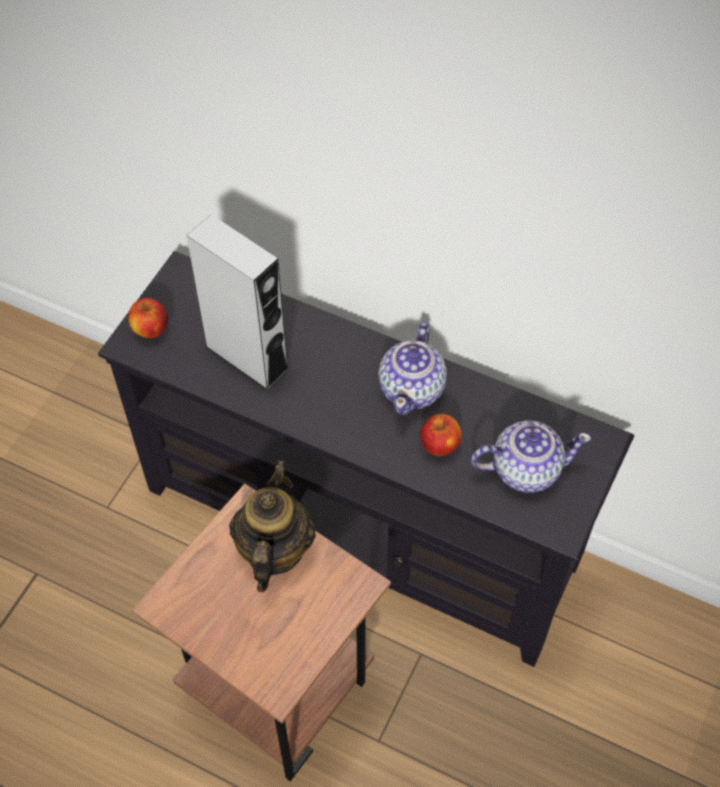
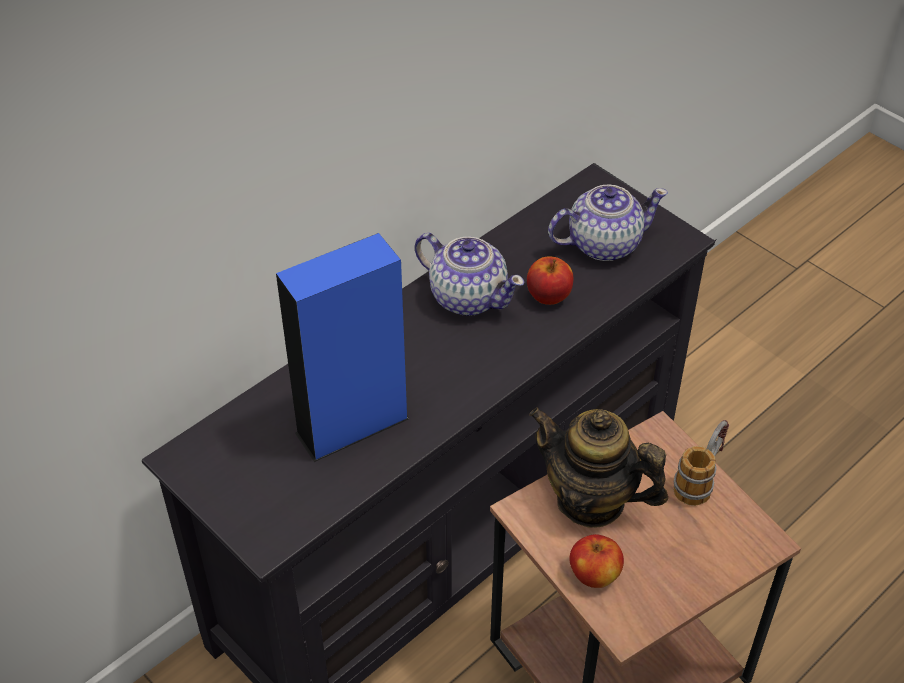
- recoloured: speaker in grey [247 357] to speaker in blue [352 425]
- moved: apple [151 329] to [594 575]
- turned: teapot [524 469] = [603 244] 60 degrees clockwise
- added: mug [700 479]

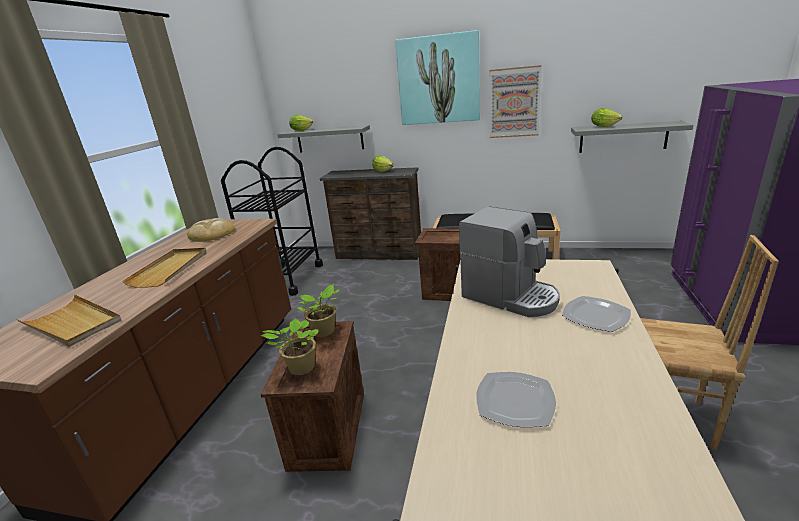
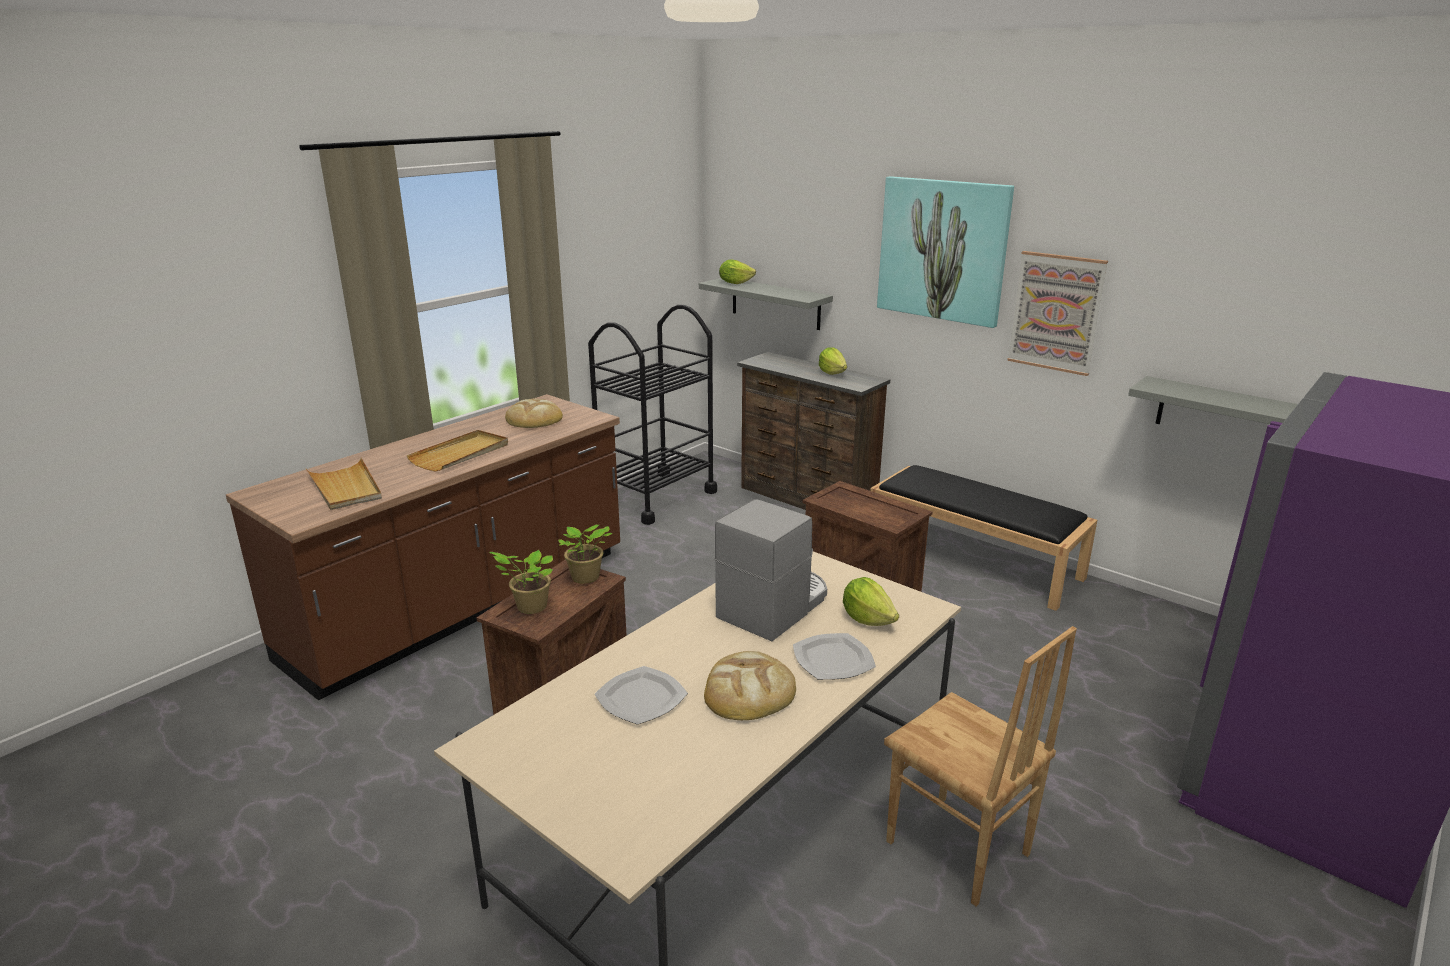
- moved: lettuce [603 126] to [867 619]
- turned: coffee machine [510 297] = [774 606] 120 degrees counterclockwise
- added: bread [749 691]

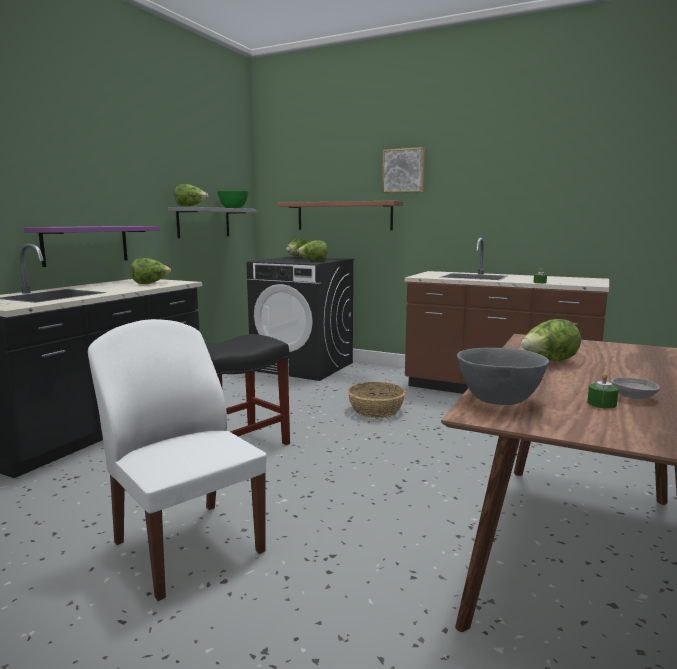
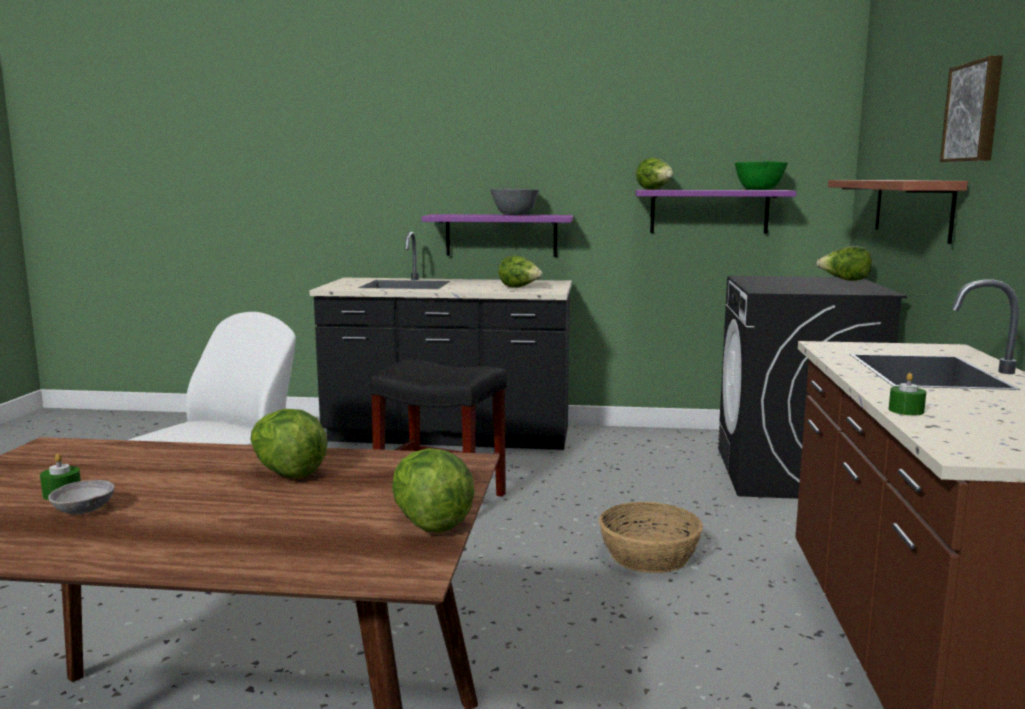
- recoloured: shelf in grey [203 222] to shelf in purple [709 211]
- moved: lettuce [313 260] to [430 522]
- moved: bowl in grey [499 401] to [514 215]

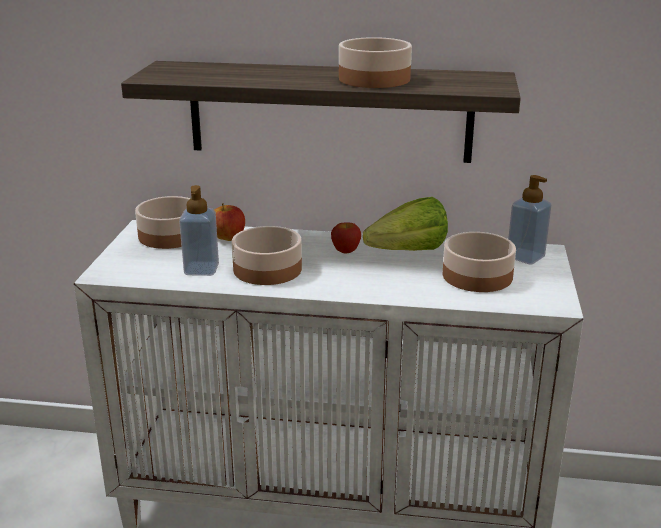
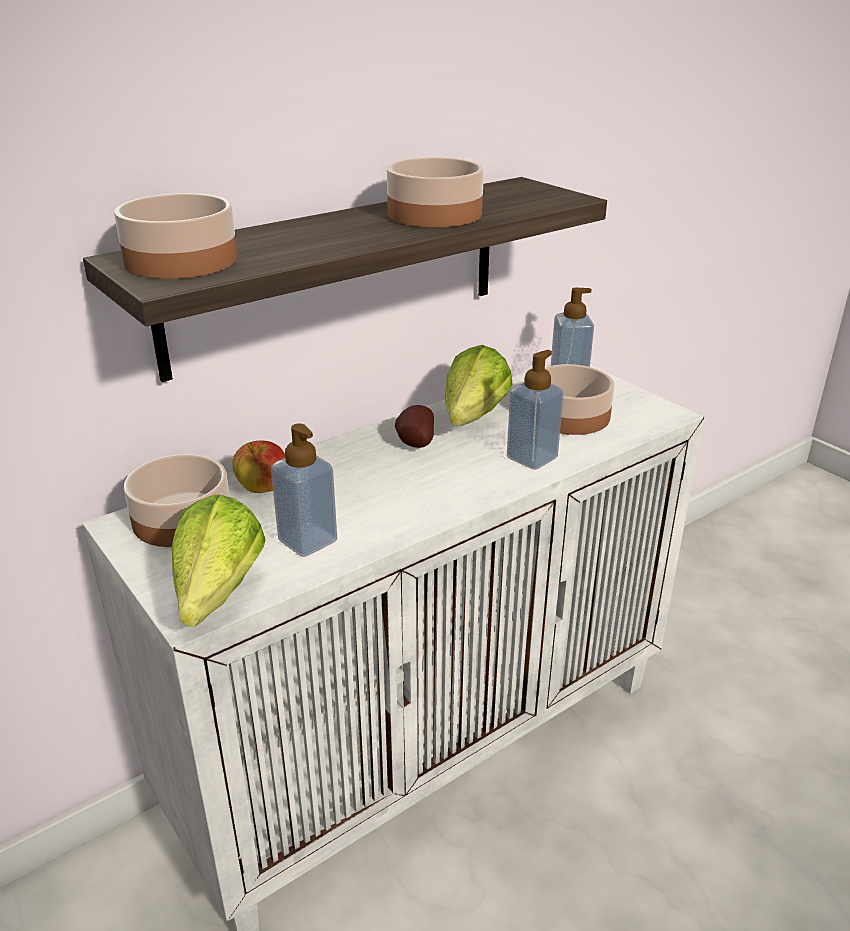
- replaced: apple [346 250] to potato [414 443]
- moved: bowl [266 270] to [180 261]
- added: soap dispenser [532 458]
- added: lettuce [211 603]

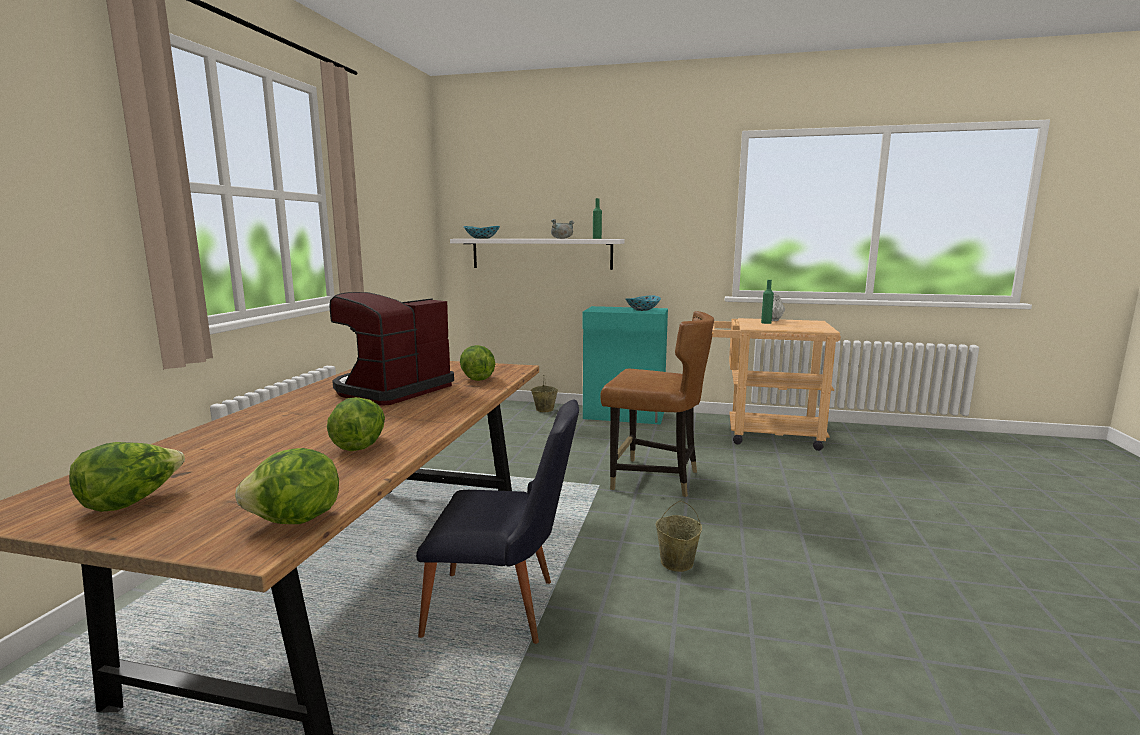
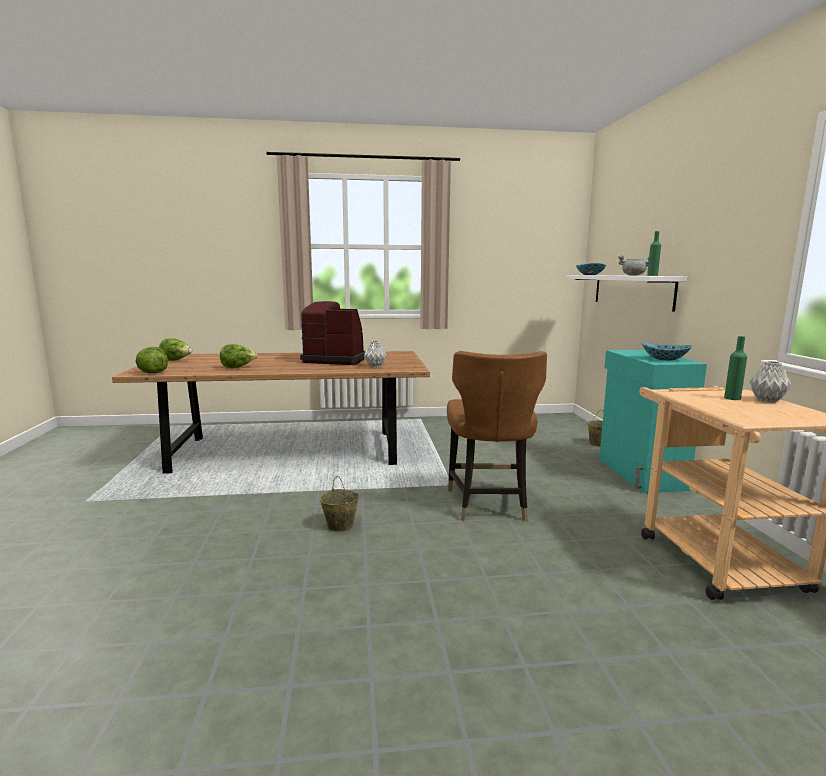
- replaced: lettuce [477 378] to vase in grey [375 366]
- removed: chair in black [504 609]

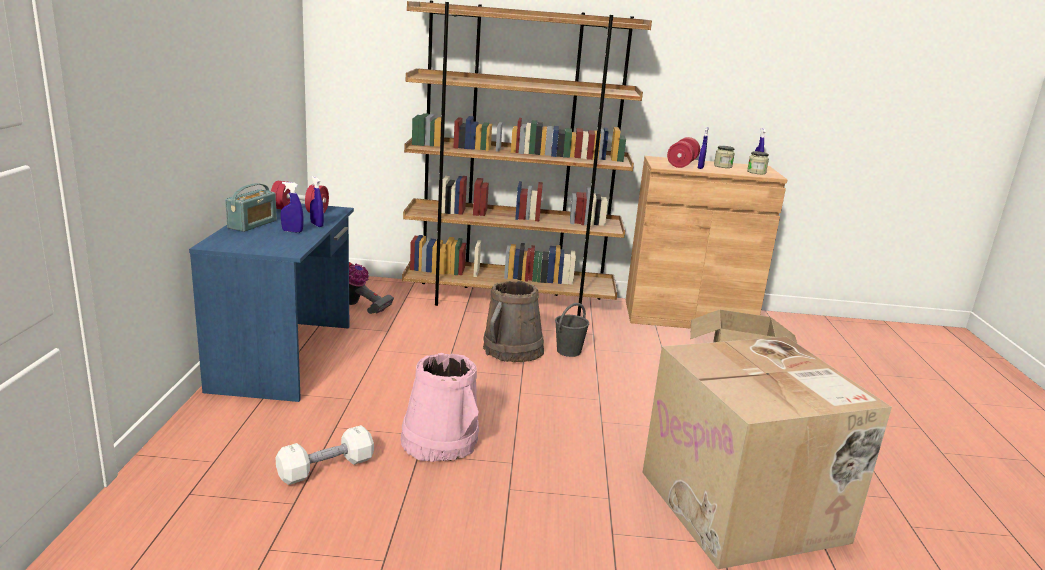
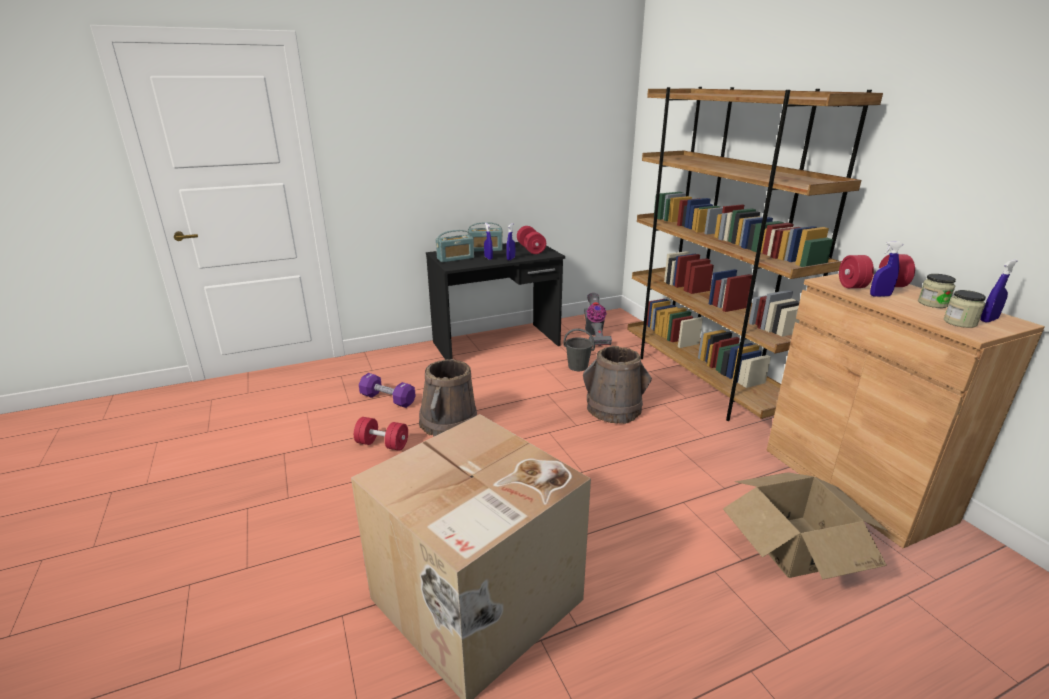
- recoloured: desk in blue [286 356] to desk in black [497 344]
- moved: bucket in grey [568 351] to [577 366]
- recoloured: bucket in pink [440 441] to bucket in brown [448 423]
- recoloured: dumbbell in white [326 468] to dumbbell in purple [388 399]
- added: radio [455 258]
- added: dumbbell in red [382 444]

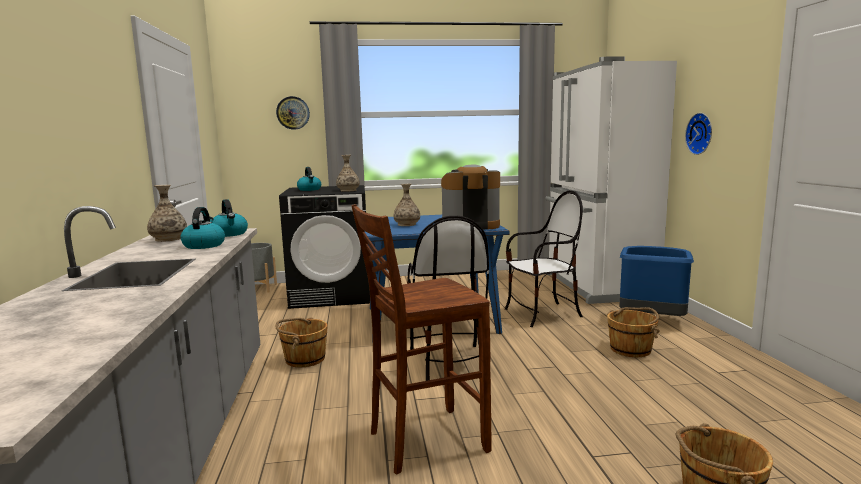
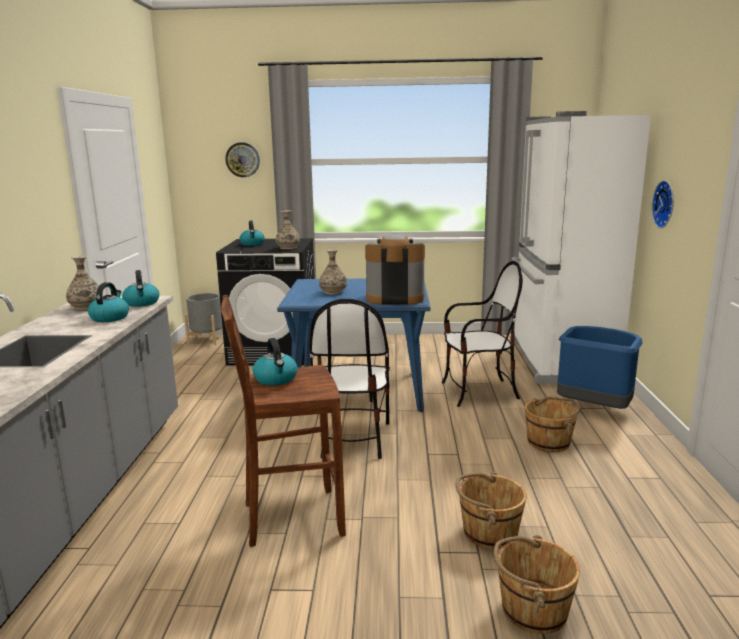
- moved: bucket in brown [304 359] to [488 532]
- added: kettle [276 379]

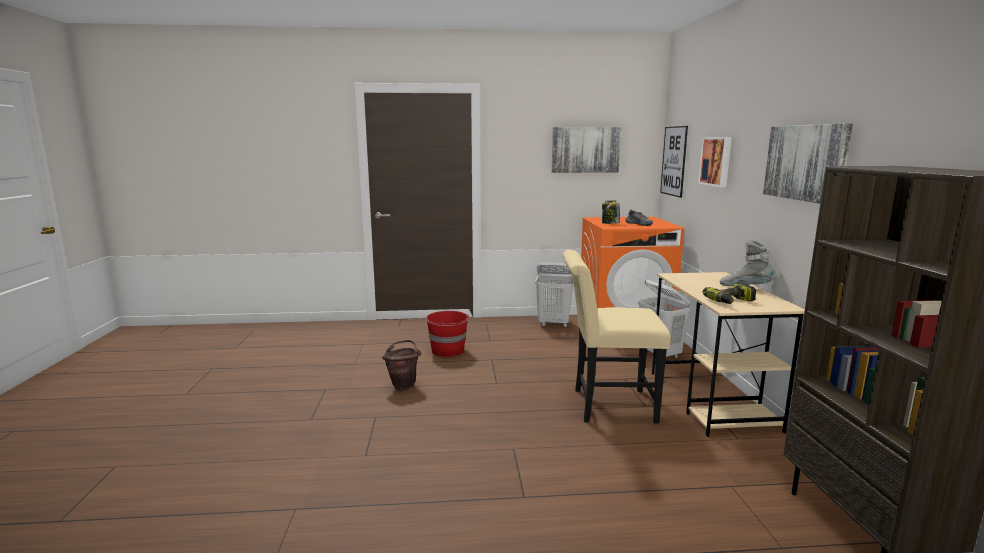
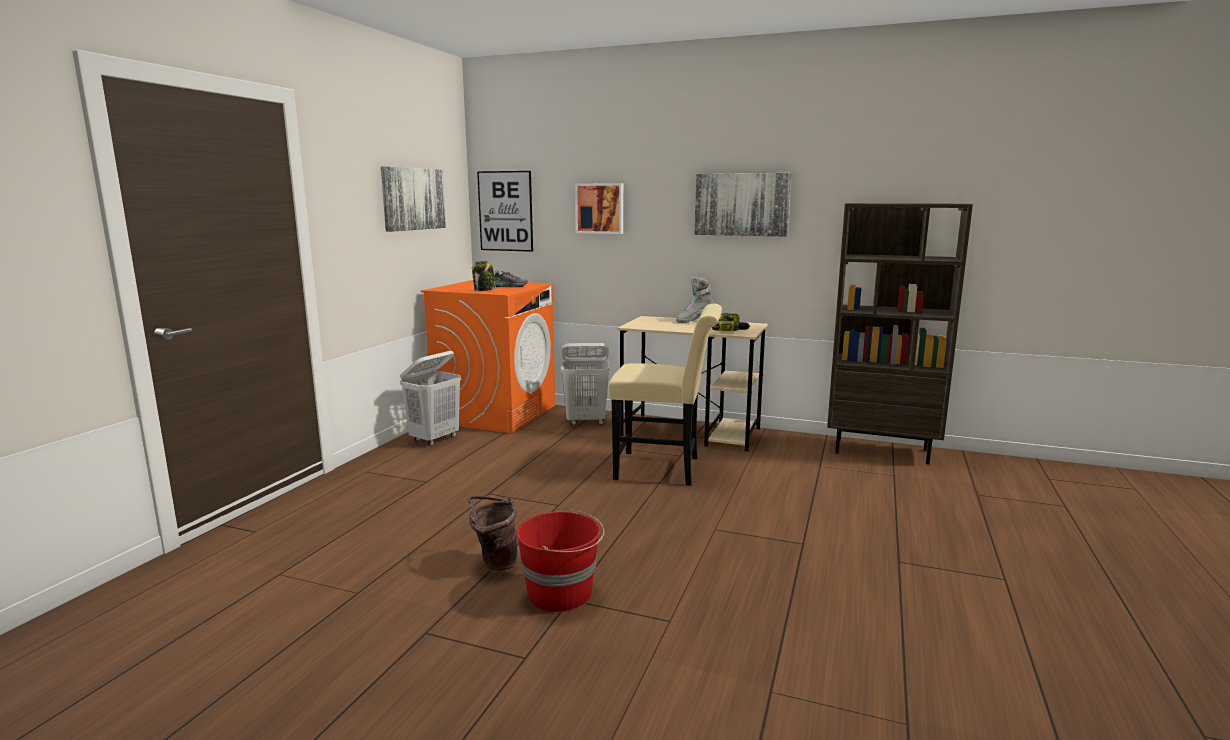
- turned: chair in beige [606 405] = [664 469] 105 degrees counterclockwise
- moved: bucket in red [448 351] to [561 593]

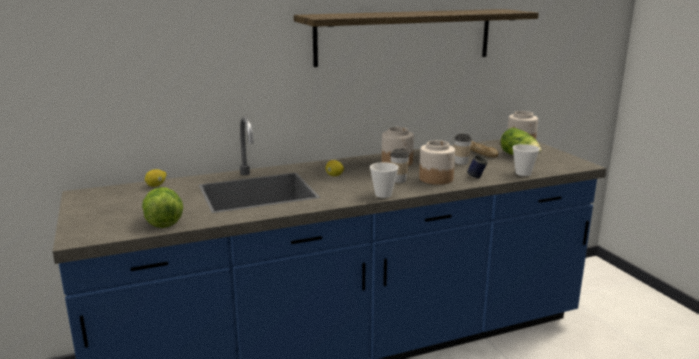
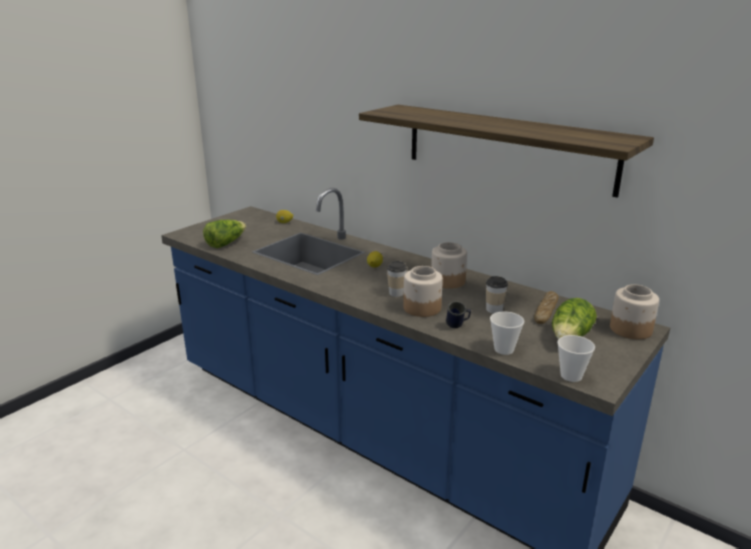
- moved: cup [383 194] to [571 376]

